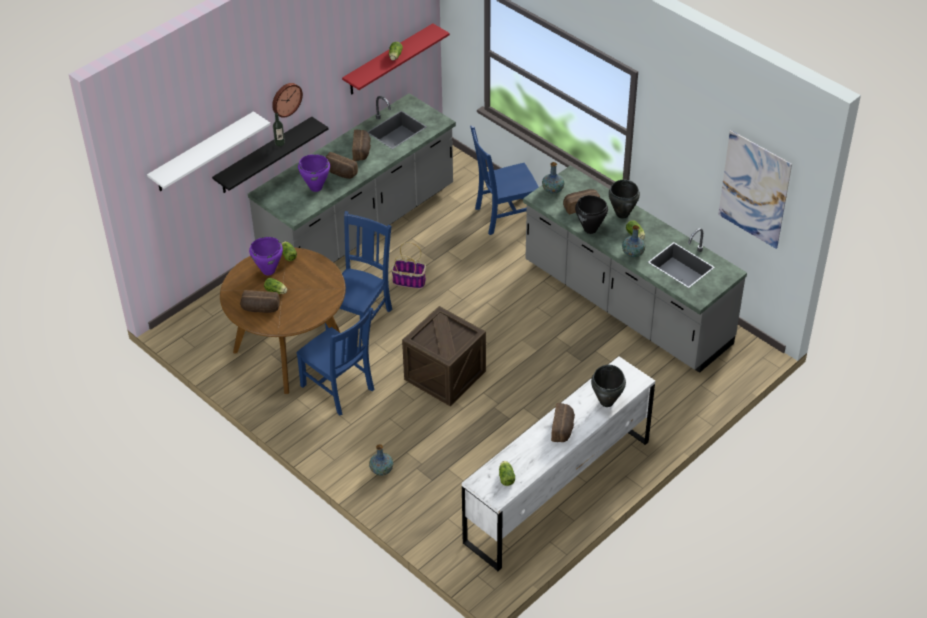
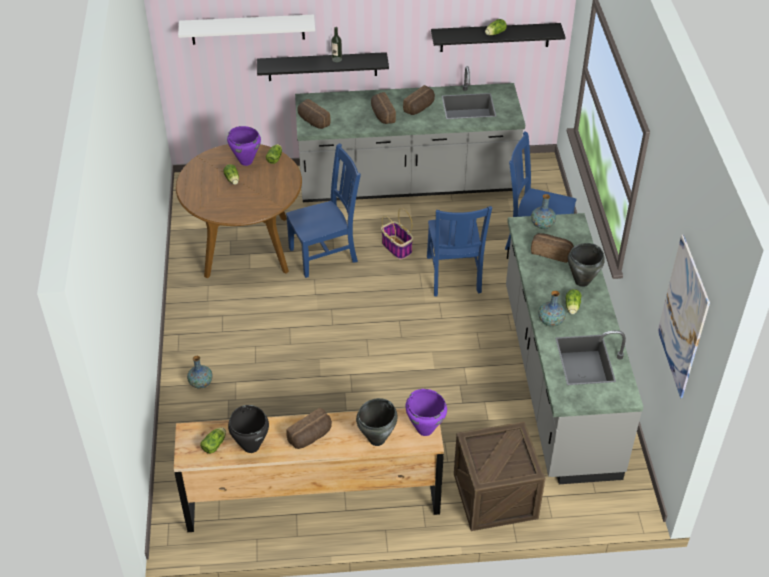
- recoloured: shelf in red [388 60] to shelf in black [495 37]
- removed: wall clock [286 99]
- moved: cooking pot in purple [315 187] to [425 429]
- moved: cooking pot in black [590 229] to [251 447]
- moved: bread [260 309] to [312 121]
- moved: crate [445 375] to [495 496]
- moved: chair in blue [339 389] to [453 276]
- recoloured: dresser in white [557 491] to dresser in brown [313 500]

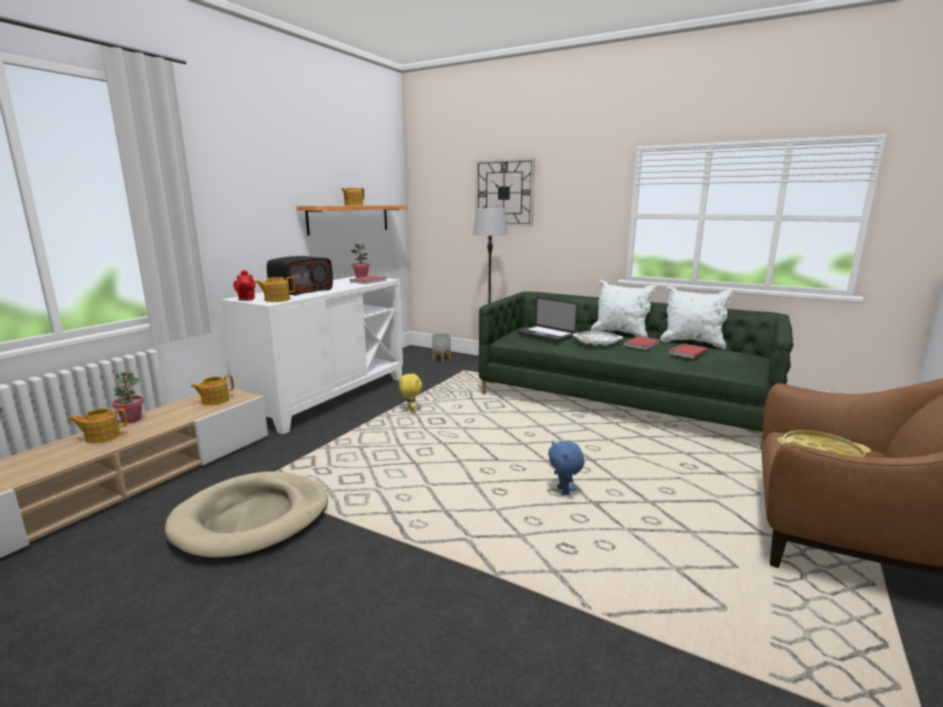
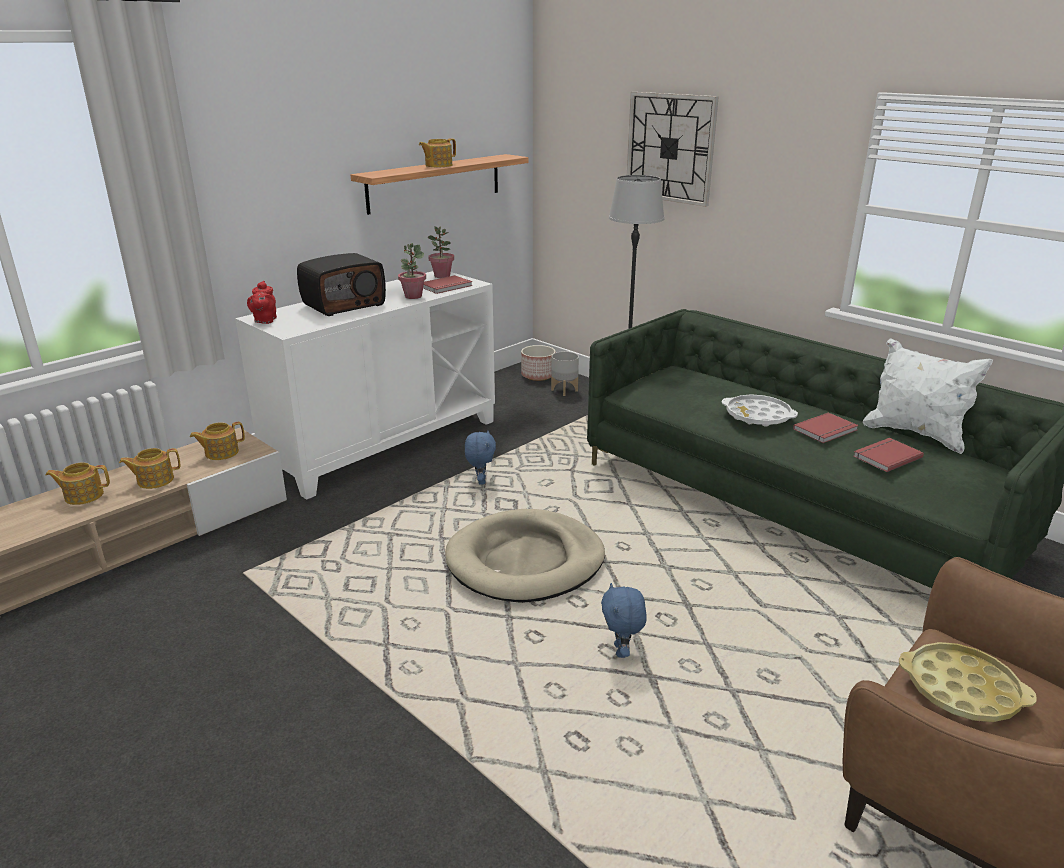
- moved: teapot [276 300] to [154 480]
- removed: pillow in white [620 334]
- removed: laptop [545 335]
- moved: potted plant [131 420] to [413 296]
- recoloured: plush toy in yellow [410 410] to plush toy in blue [480 481]
- moved: dog bed in beige [252 519] to [525 561]
- added: planter [538 375]

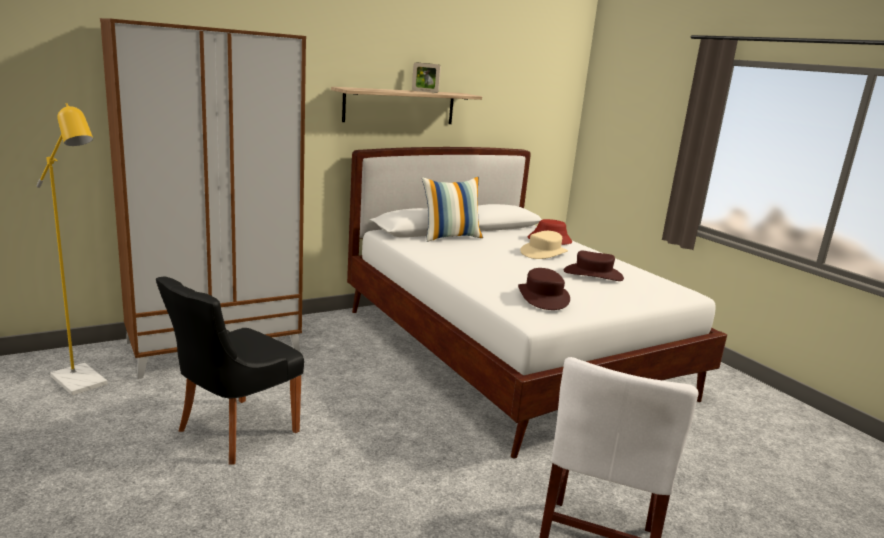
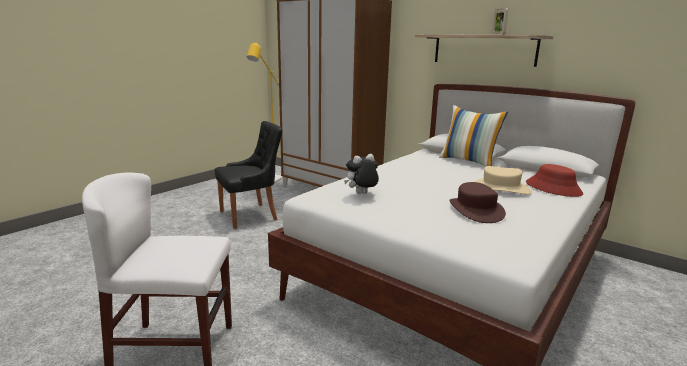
- replaced: hat in brown [543 297] to plush toy [361 194]
- turned: chair in black [234 432] = [251 215] 135 degrees clockwise

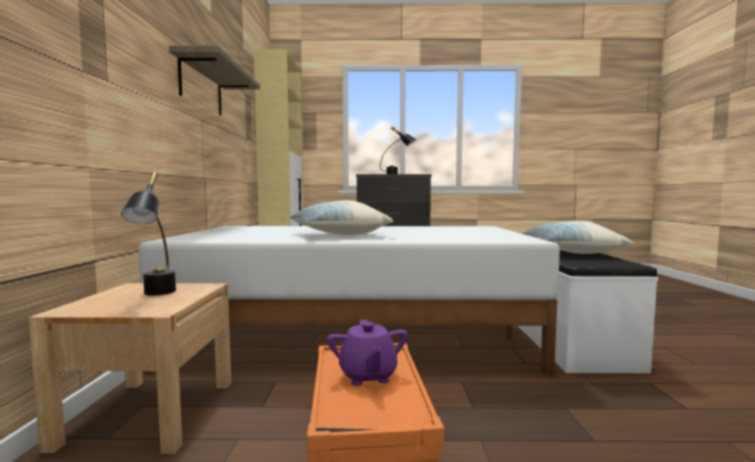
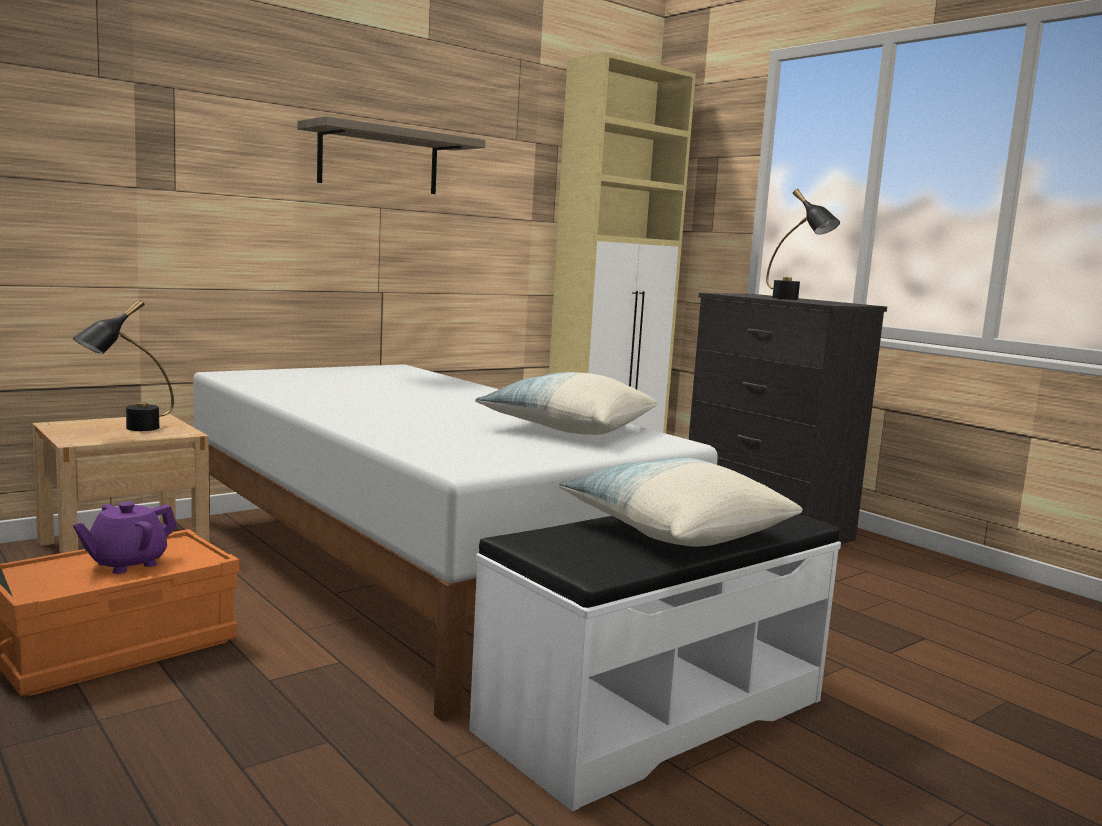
- moved: pillow [338 235] to [567 429]

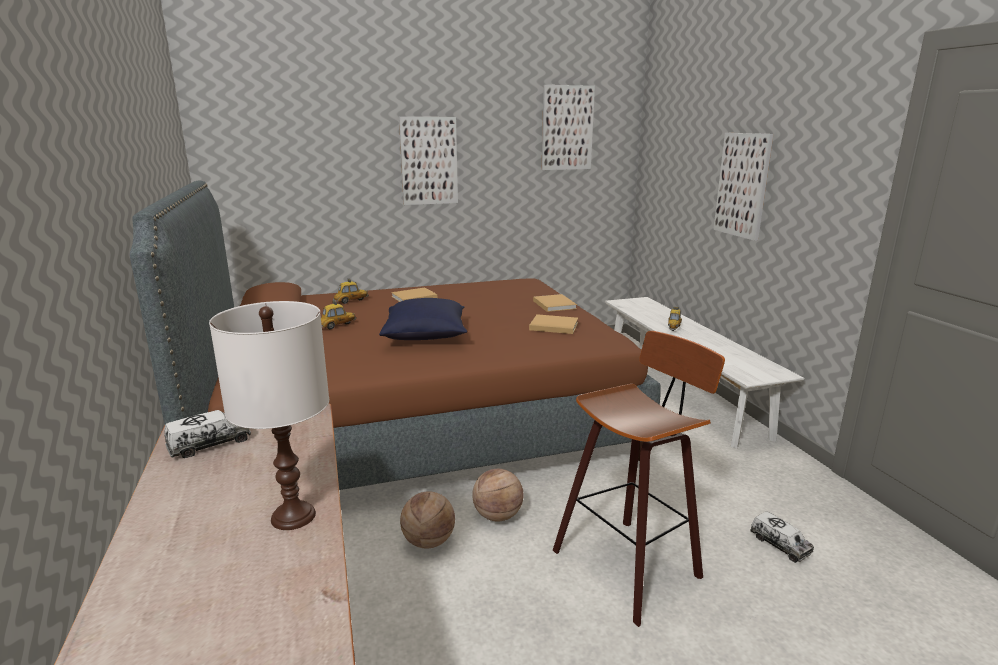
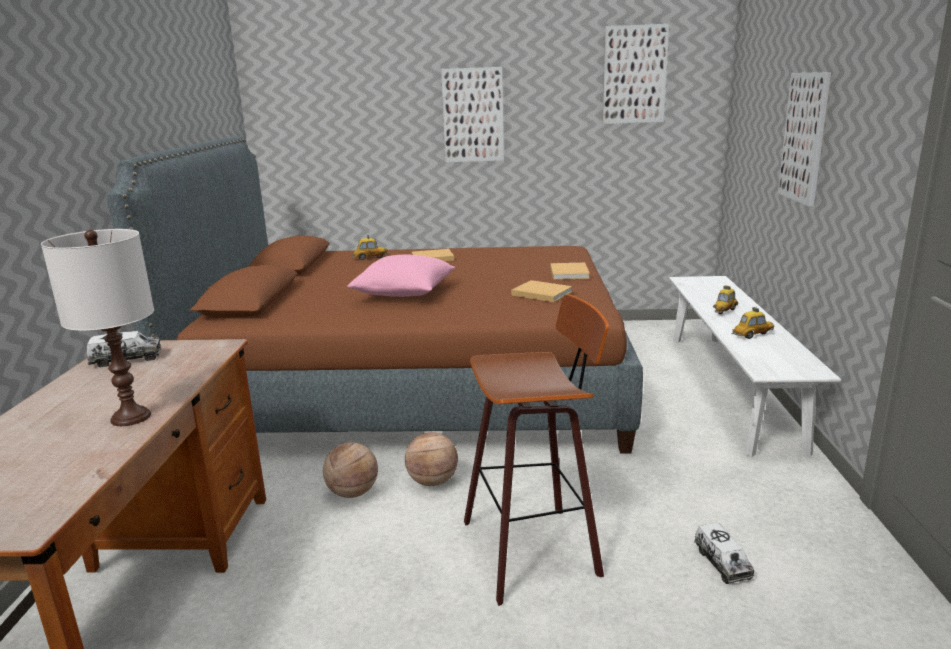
- recoloured: pillow in blue [426 336] to pillow in pink [405 294]
- moved: toy car [337 326] to [753 335]

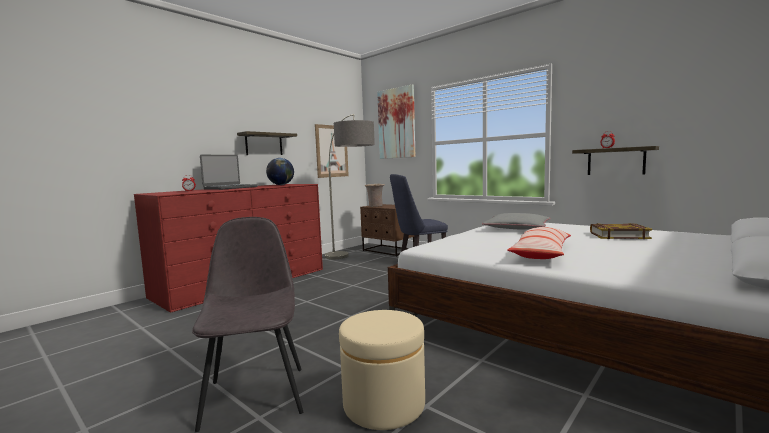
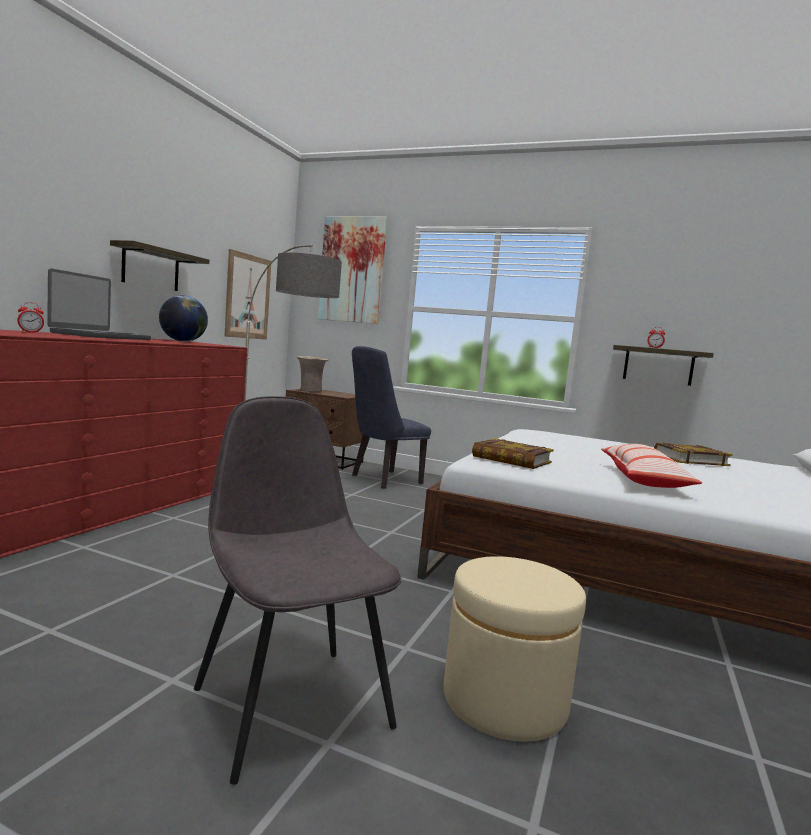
- removed: pillow in grey [516 228]
- added: book [511 460]

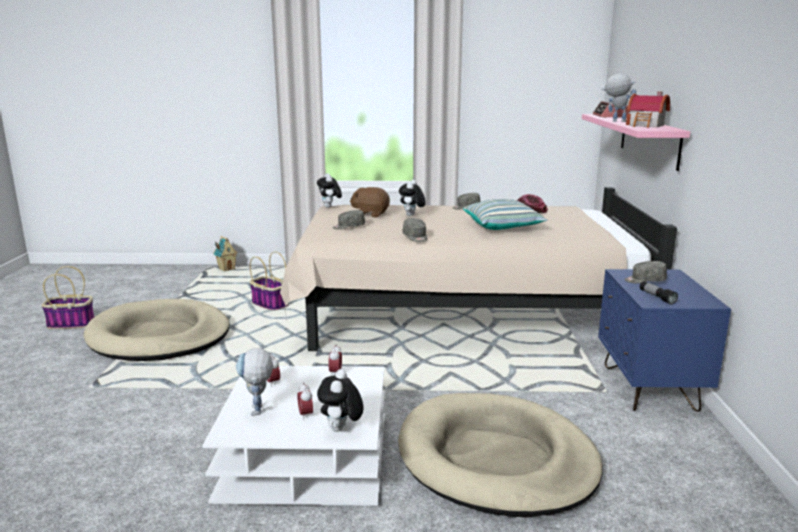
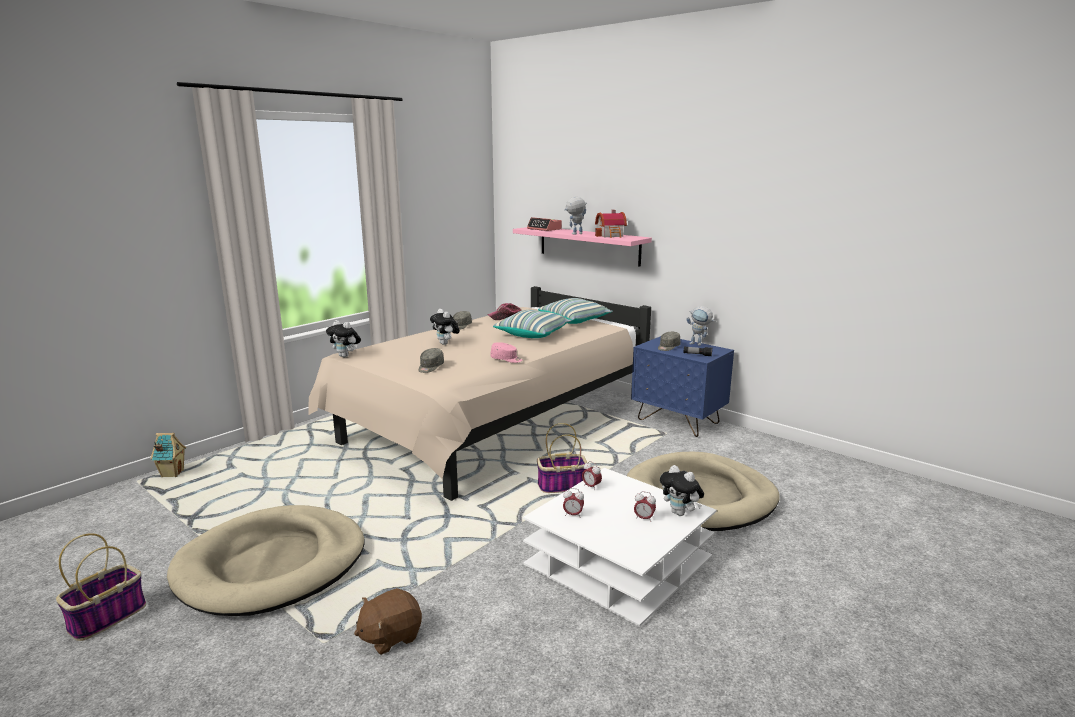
- moved: plush toy in brown [370 214] to [390 636]
- recoloured: cap in grey [415 237] to cap in pink [506 359]
- moved: basket [269 304] to [561 486]
- moved: toy robot [258 413] to [699 344]
- added: pillow [575 320]

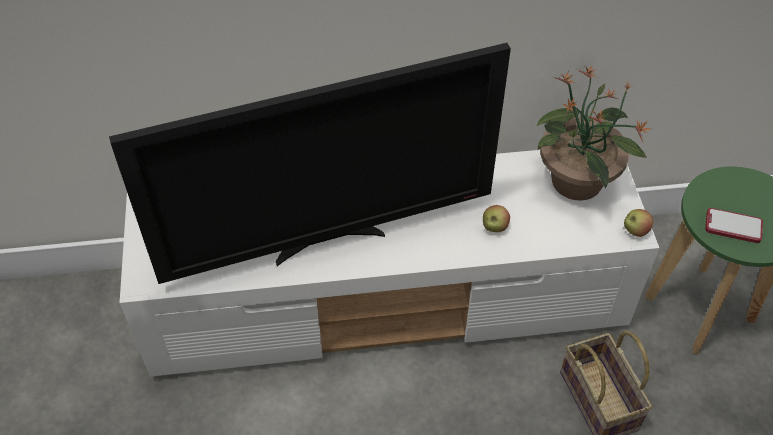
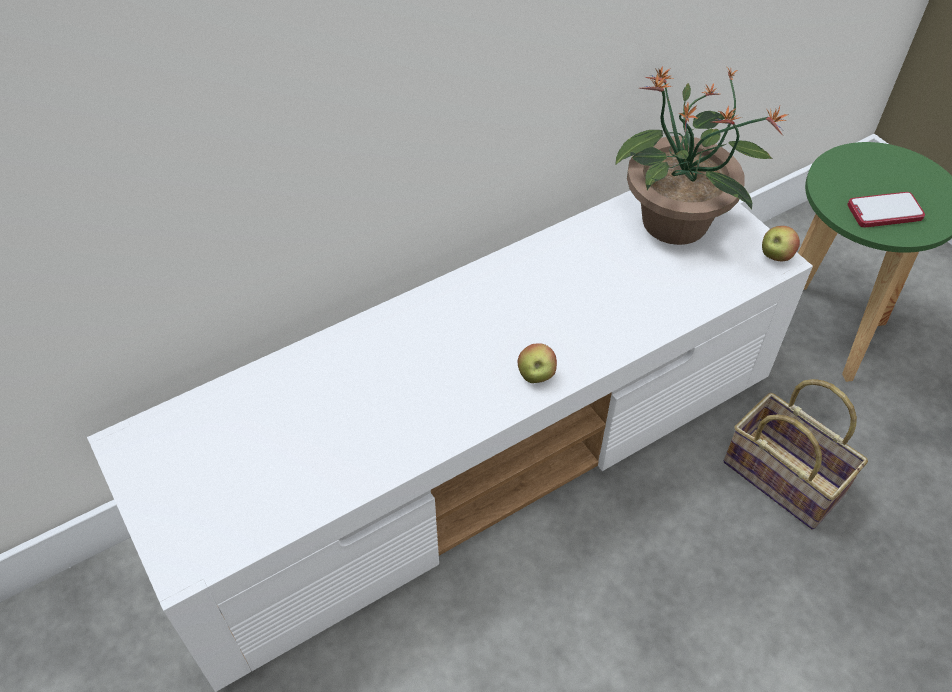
- removed: television [328 240]
- moved: apple [494 227] to [536 376]

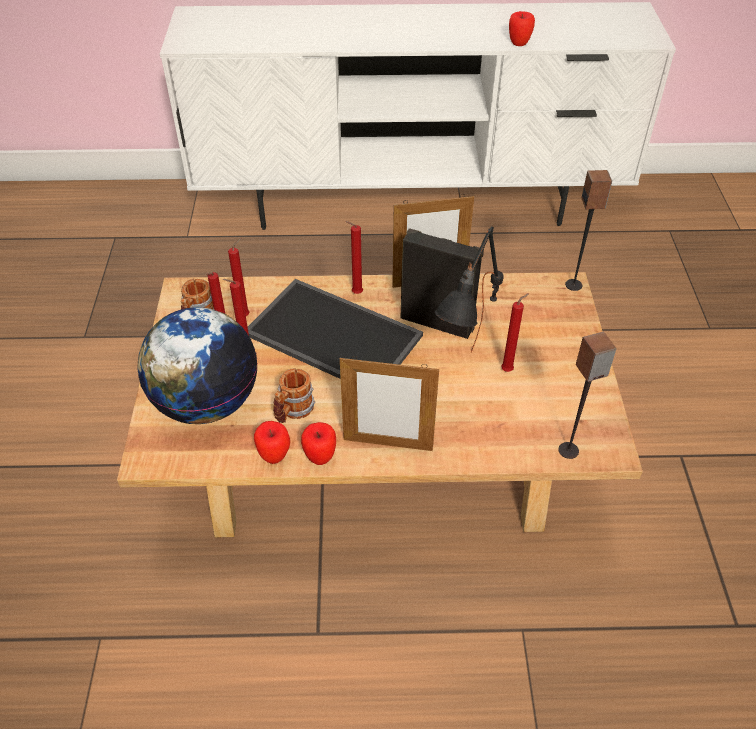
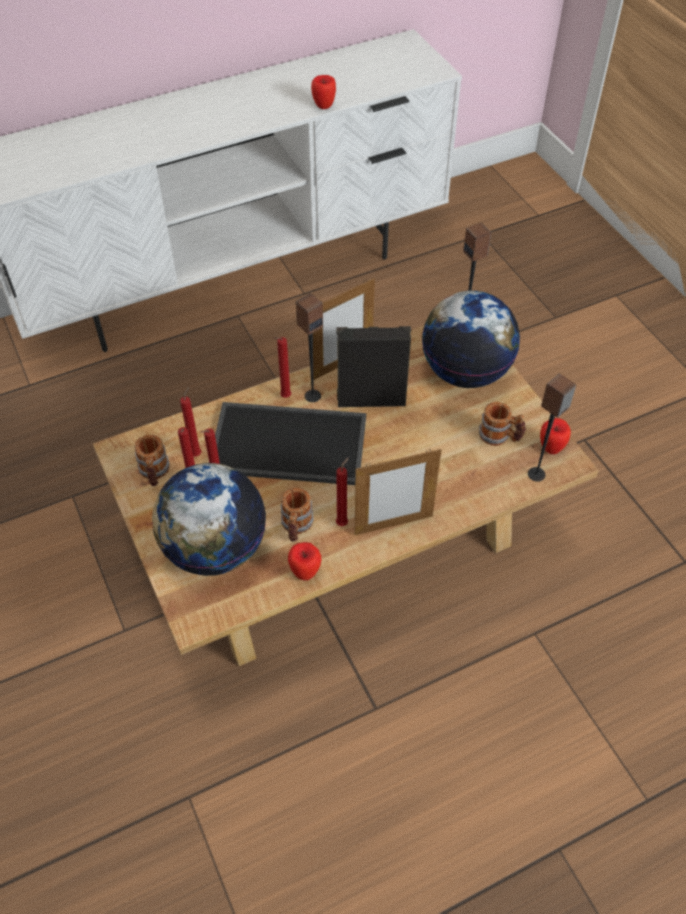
- removed: table lamp in black [466 382]
- moved: candle in red [508 370] to [343 522]
- moved: apple [320 457] to [551 448]
- added: globe [465 372]
- added: speaker [312 395]
- added: mug [500 437]

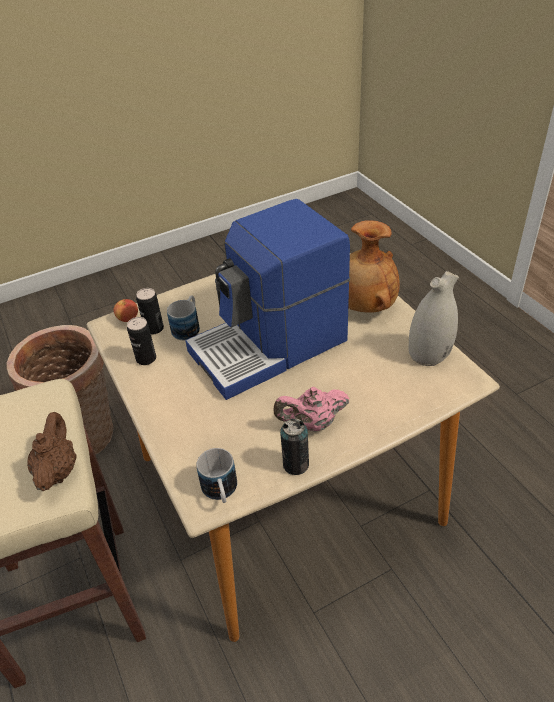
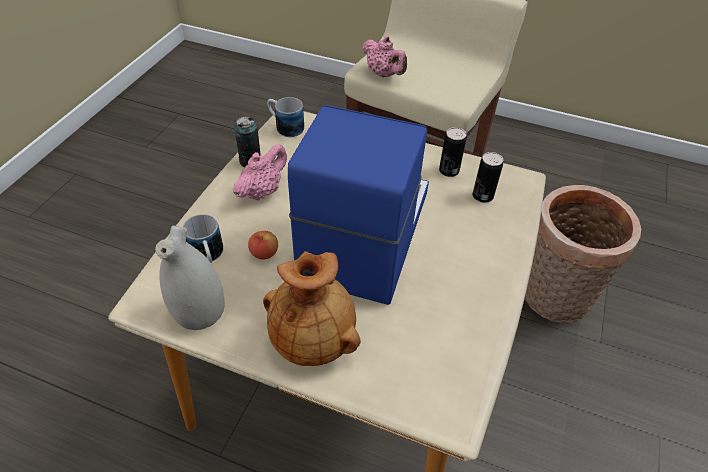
- moved: mug [188 327] to [208 256]
- moved: apple [128 318] to [264 253]
- recoloured: teapot in brown [58 470] to teapot in pink [383 74]

